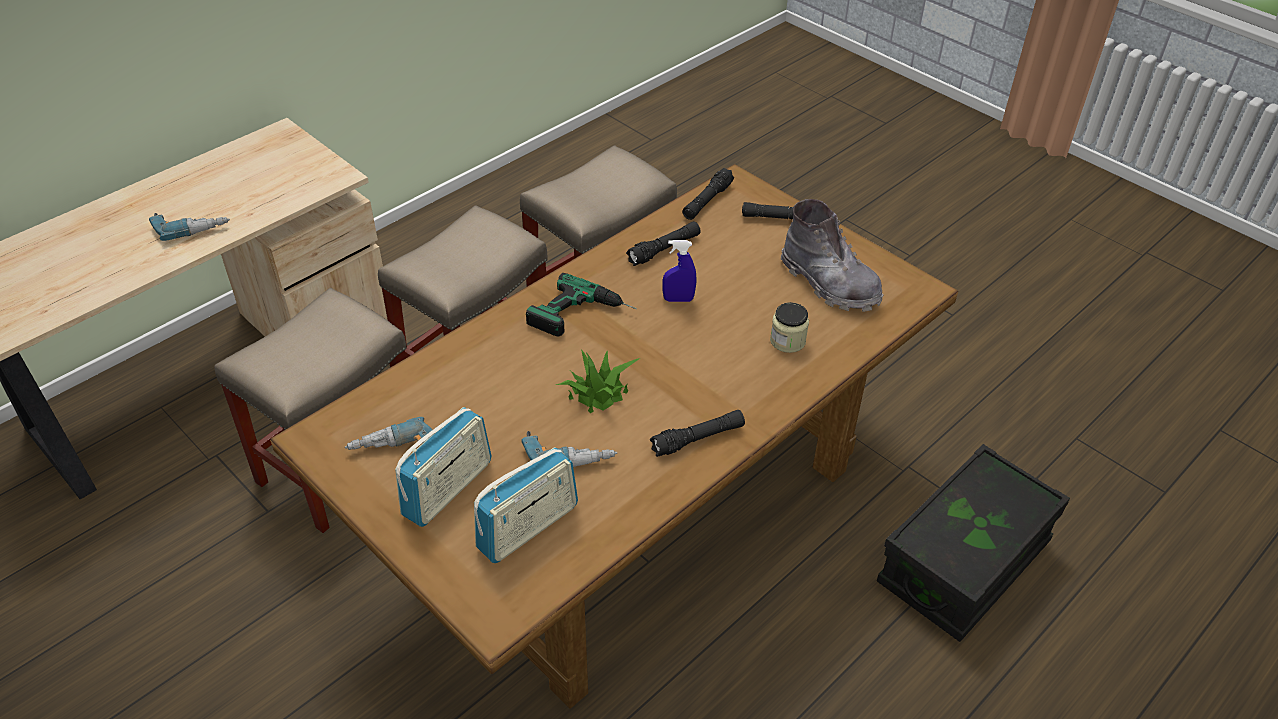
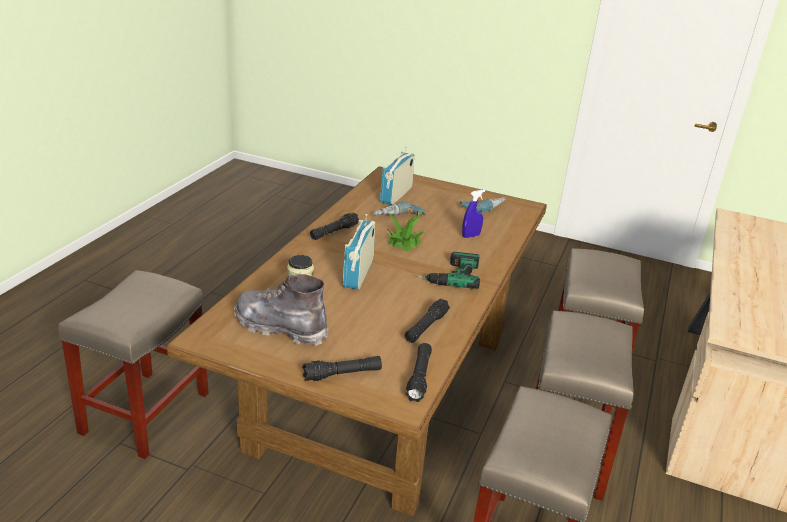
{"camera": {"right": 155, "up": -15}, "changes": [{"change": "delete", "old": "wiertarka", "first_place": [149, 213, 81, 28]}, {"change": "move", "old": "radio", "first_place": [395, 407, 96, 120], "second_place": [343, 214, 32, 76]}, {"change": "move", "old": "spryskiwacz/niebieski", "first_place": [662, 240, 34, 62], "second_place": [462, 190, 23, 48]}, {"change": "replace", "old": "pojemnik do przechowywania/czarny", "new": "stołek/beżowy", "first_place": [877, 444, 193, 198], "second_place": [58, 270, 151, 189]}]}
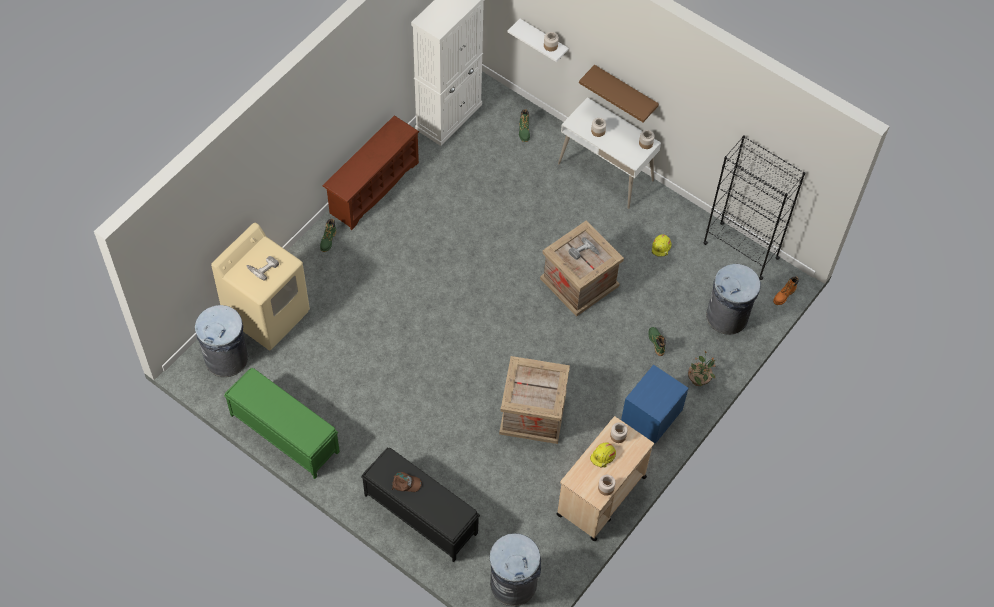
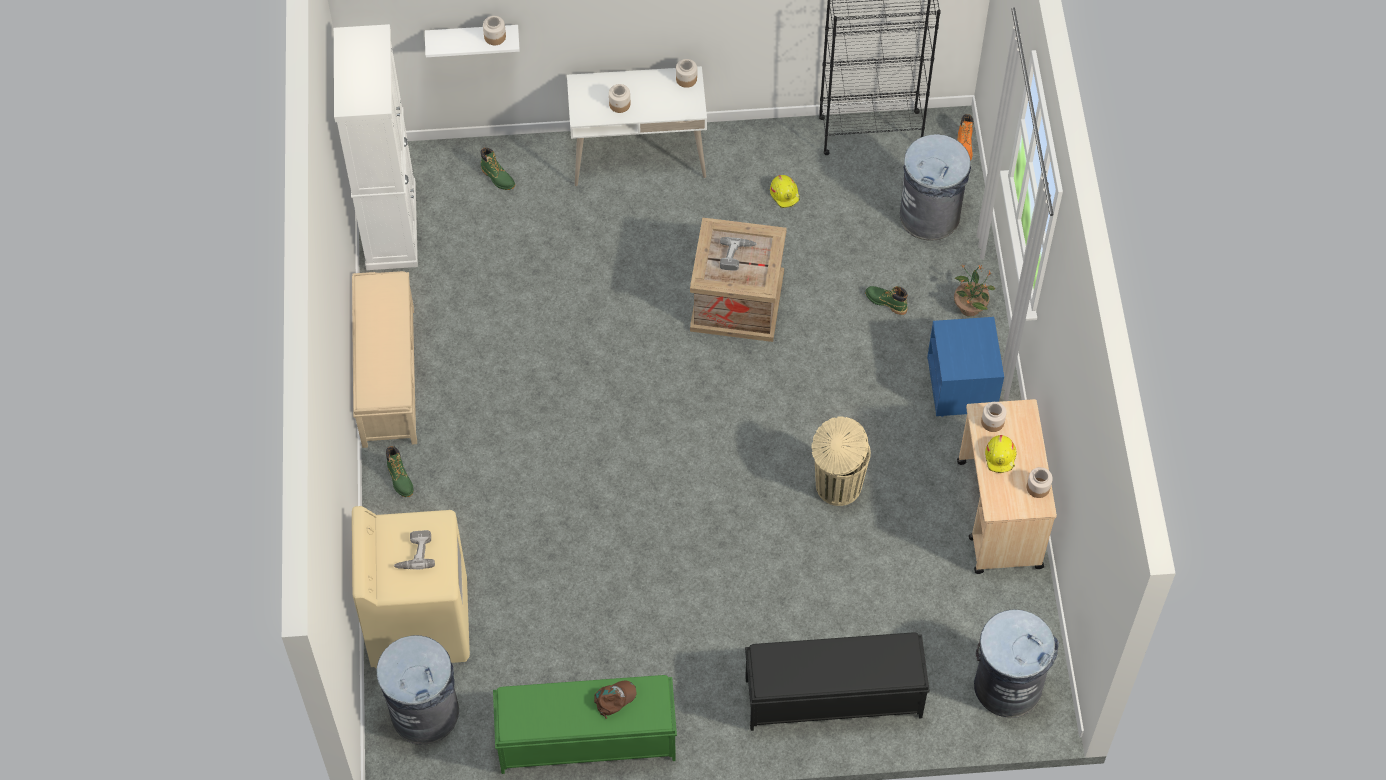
{"camera": {"right": -40, "up": 0}, "changes": [{"change": "delete", "old": "półka/brązowy", "first_place": [579, 65, 80, 57]}, {"change": "move", "old": "czapka z daszkiem/brązowy", "first_place": [392, 472, 30, 20], "second_place": [594, 680, 43, 39]}, {"change": "replace", "old": "regał na buty/brązowy", "new": "ławka/beżowy", "first_place": [323, 115, 96, 115], "second_place": [352, 271, 65, 177]}, {"change": "replace", "old": "skrzynka", "new": "kosz na śmieci/beżowy", "first_place": [499, 356, 71, 88], "second_place": [811, 417, 60, 89]}]}
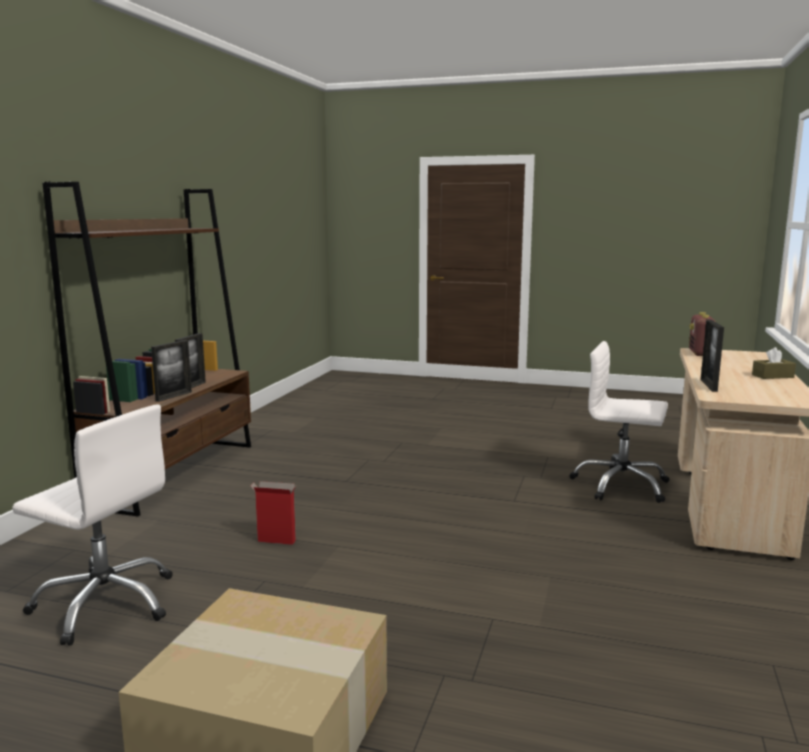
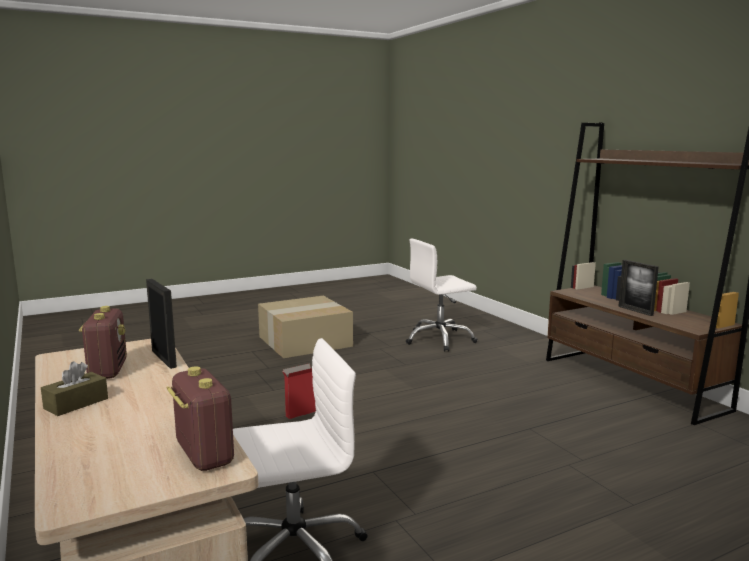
{"camera": {"right": 135, "up": 0}, "changes": [{"change": "delete", "old": "ramka na zdjęcie", "first_place": [151, 340, 41, 62]}, {"change": "insert", "new": "radio", "second_place": [79, 306, 48, 73]}, {"change": "move", "old": "karton", "first_place": [250, 481, 46, 64], "second_place": [282, 363, 34, 56]}]}
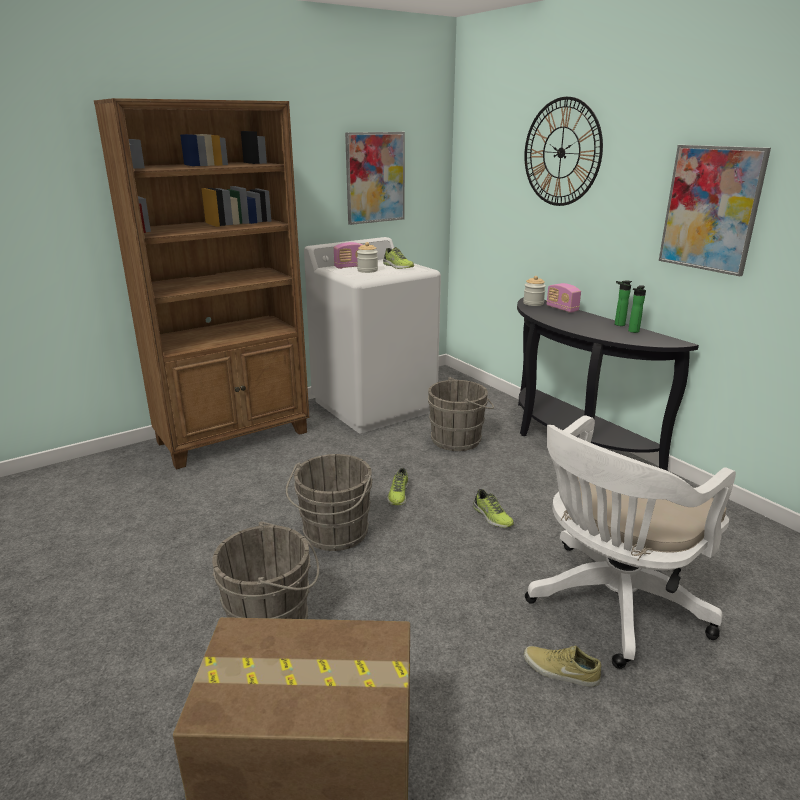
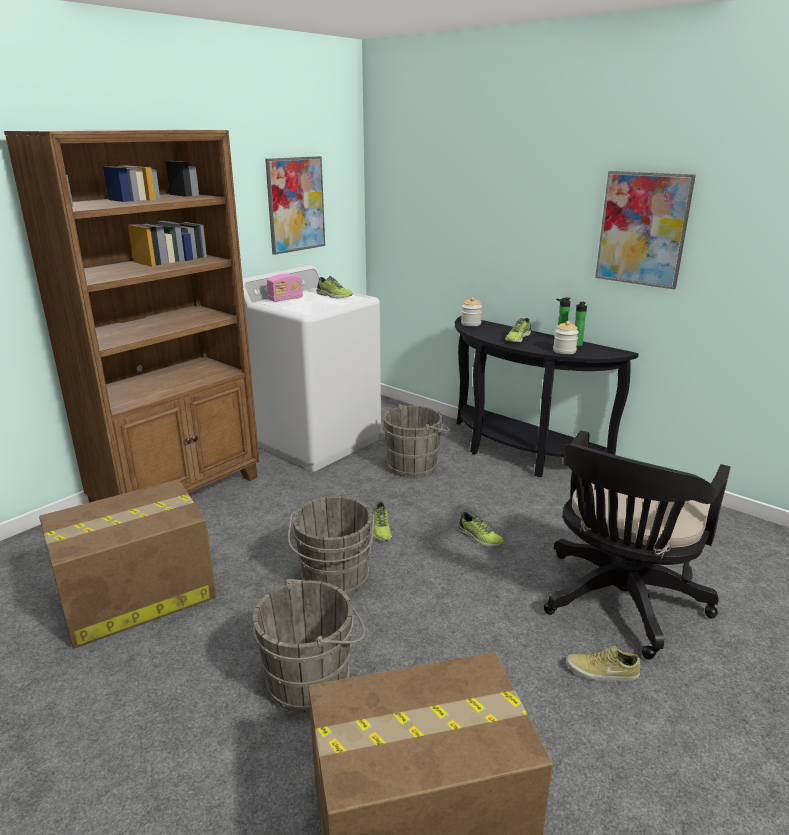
{"camera": {"right": -15, "up": 0}, "changes": [{"change": "delete", "old": "zegar ścienny", "first_place": [524, 97, 79, 109]}, {"change": "delete", "old": "radio", "first_place": [547, 283, 34, 30]}, {"change": "insert", "new": "karton", "second_place": [39, 480, 177, 169]}, {"change": "insert", "new": "but", "second_place": [505, 318, 26, 24]}, {"change": "move", "old": "słoik", "first_place": [357, 242, 21, 31], "second_place": [553, 321, 26, 34]}, {"change": "recolor", "old": "krzesło biurowe/biały", "new": "krzesło biurowe/czarny", "first_place": [525, 415, 211, 254], "second_place": [544, 430, 186, 229]}]}
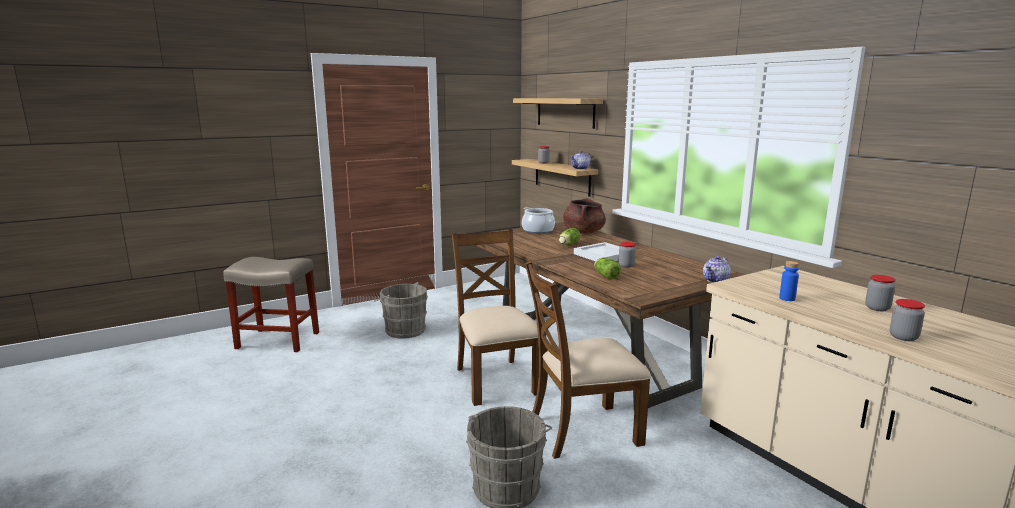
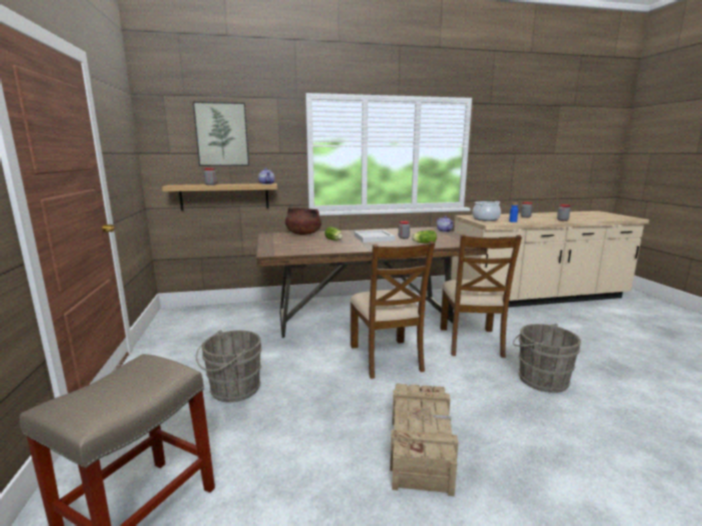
{"camera": {"right": -70, "up": 0}, "changes": [{"change": "insert", "new": "skrzynka", "second_place": [390, 383, 68, 113]}, {"change": "move", "old": "garnek", "first_place": [522, 207, 33, 27], "second_place": [472, 201, 29, 20]}, {"change": "replace", "old": "półka", "new": "obraz", "first_place": [513, 98, 90, 31], "second_place": [193, 102, 56, 64]}, {"change": "rotate", "old": "krzesło/brązowy", "first_place": [452, 229, 87, 177], "second_place": [350, 241, 85, 138], "degrees": -105}]}
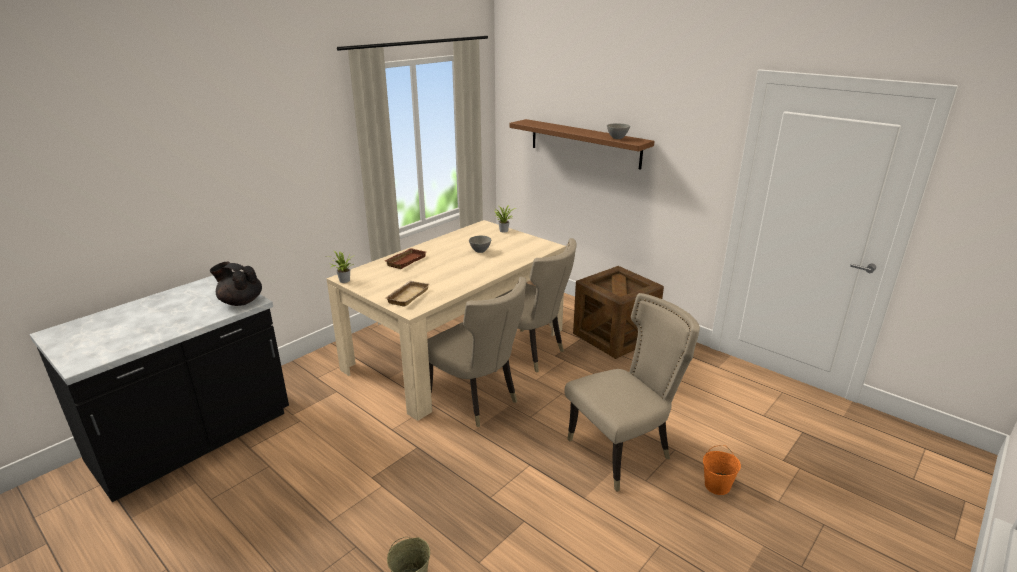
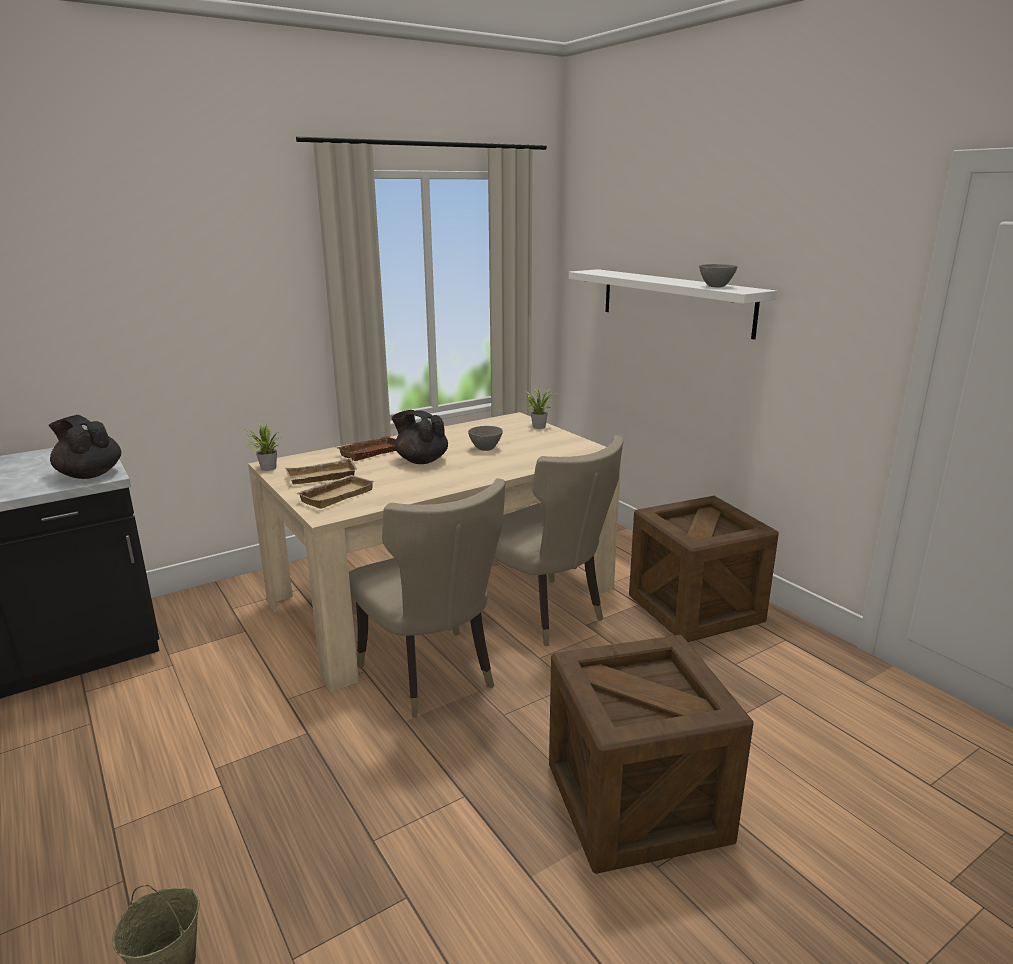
{"camera": {"right": 15, "up": -5}, "changes": [{"change": "delete", "old": "wiadro/pomarańczowy", "first_place": [703, 445, 38, 50]}, {"change": "insert", "new": "taca/beżowy", "second_place": [285, 458, 73, 26]}, {"change": "insert", "new": "imbryk/czarny", "second_place": [391, 410, 57, 54]}, {"change": "replace", "old": "krzesło/beżowy", "new": "skrzynka", "first_place": [564, 293, 136, 199], "second_place": [549, 635, 205, 239]}, {"change": "recolor", "old": "półka/brązowy", "new": "półka/biały", "first_place": [509, 119, 146, 51], "second_place": [569, 269, 208, 71]}]}
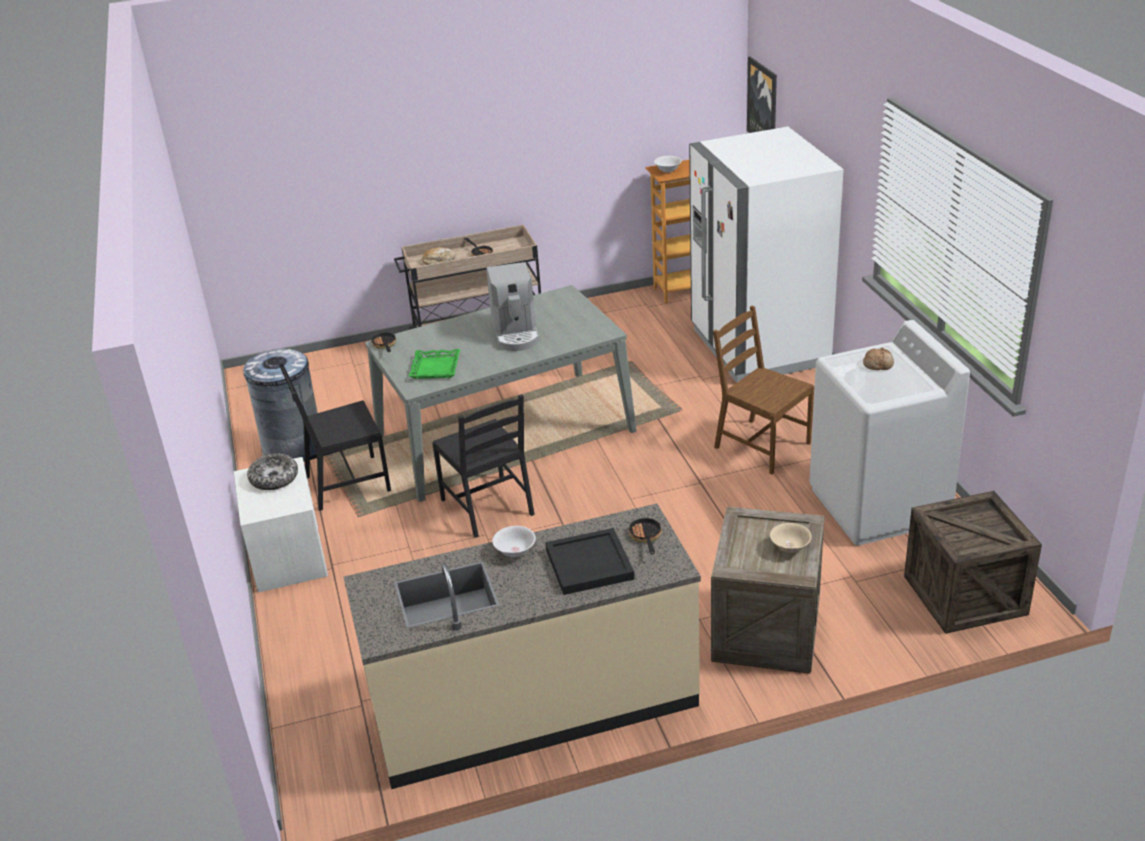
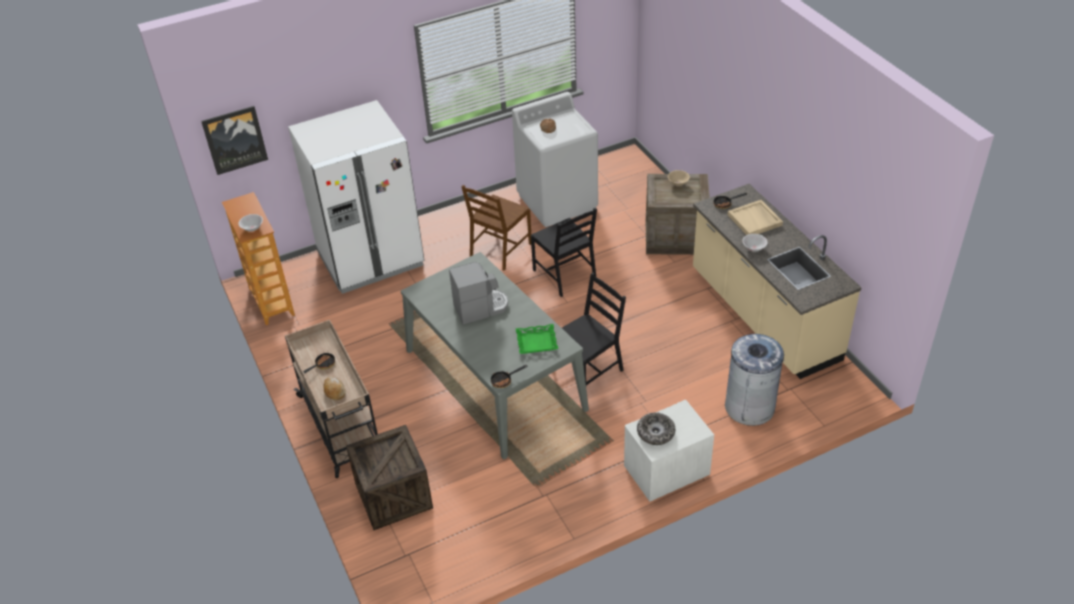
{"camera": {"right": -100, "up": 10}, "changes": [{"change": "move", "old": "kosz na śmieci/szary", "first_place": [243, 349, 75, 113], "second_place": [725, 334, 60, 92]}, {"change": "move", "old": "krzesło/czarny", "first_place": [278, 362, 113, 149], "second_place": [531, 208, 66, 89]}, {"change": "move", "old": "skrzynka", "first_place": [904, 491, 138, 143], "second_place": [346, 425, 87, 105]}, {"change": "recolor", "old": "taca/czarny", "new": "taca/beżowy", "first_place": [545, 528, 90, 67], "second_place": [727, 200, 56, 35]}]}
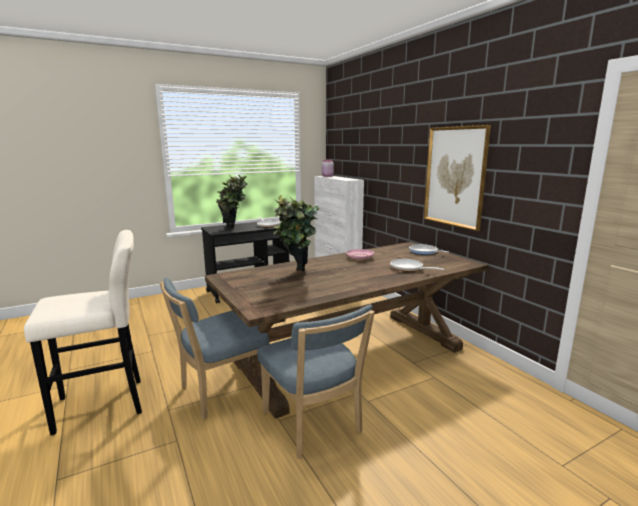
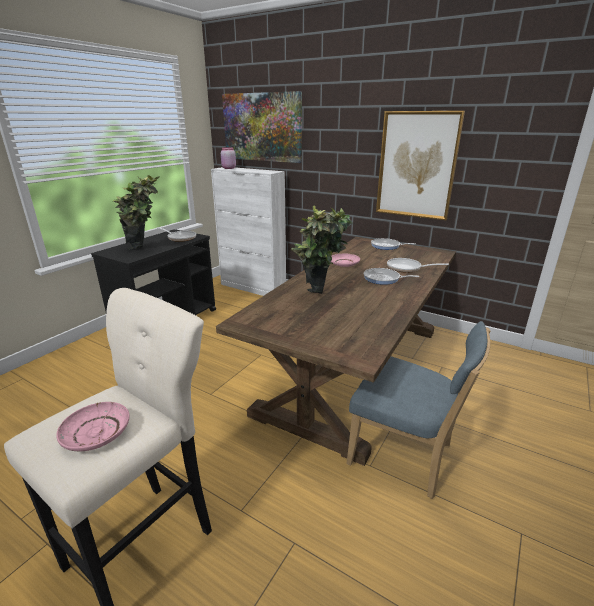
{"camera": {"right": -30, "up": 10}, "changes": [{"change": "delete", "old": "krzesło/niebieski", "first_place": [160, 277, 110, 142]}, {"change": "insert", "new": "talerz/różowy", "second_place": [56, 402, 73, 49]}, {"change": "insert", "new": "obraz", "second_place": [222, 91, 80, 72]}, {"change": "insert", "new": "patelnia", "second_place": [364, 268, 56, 17]}]}
